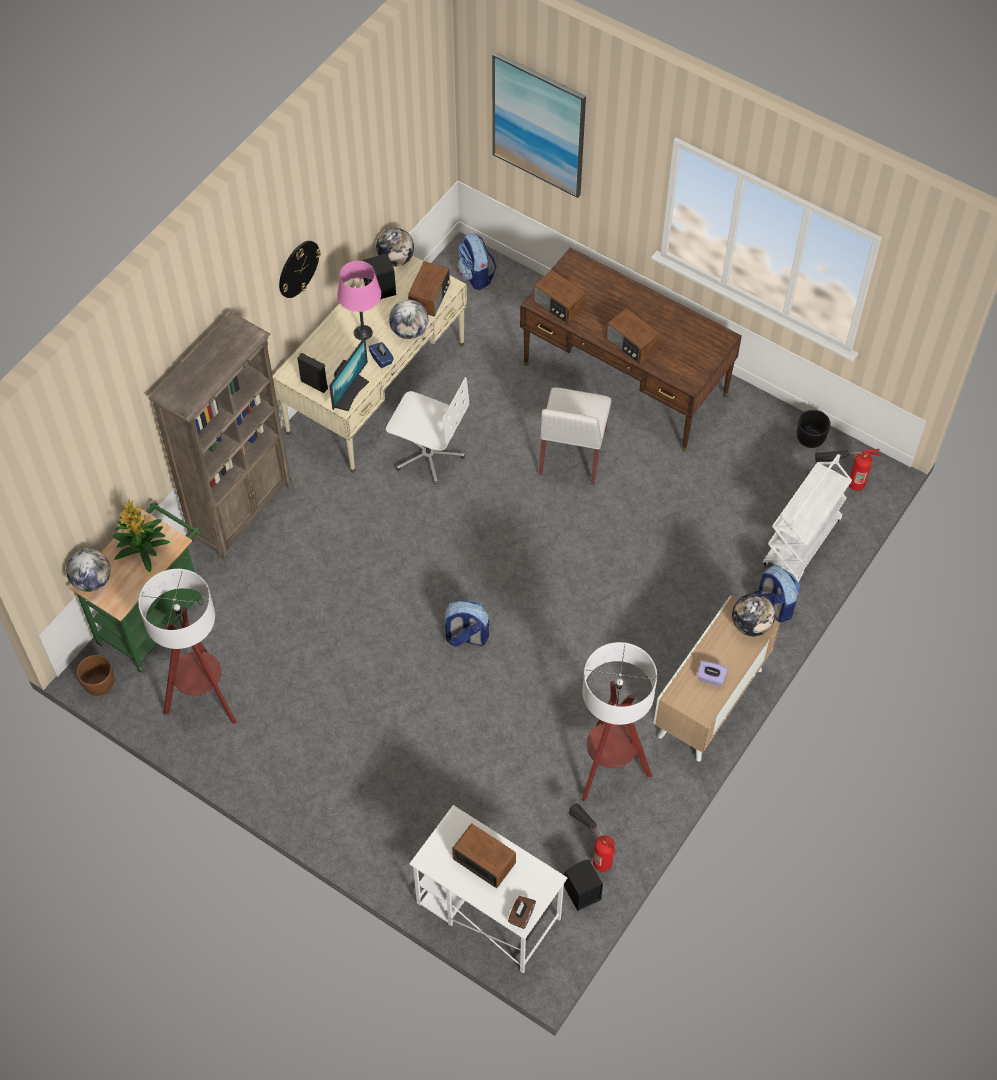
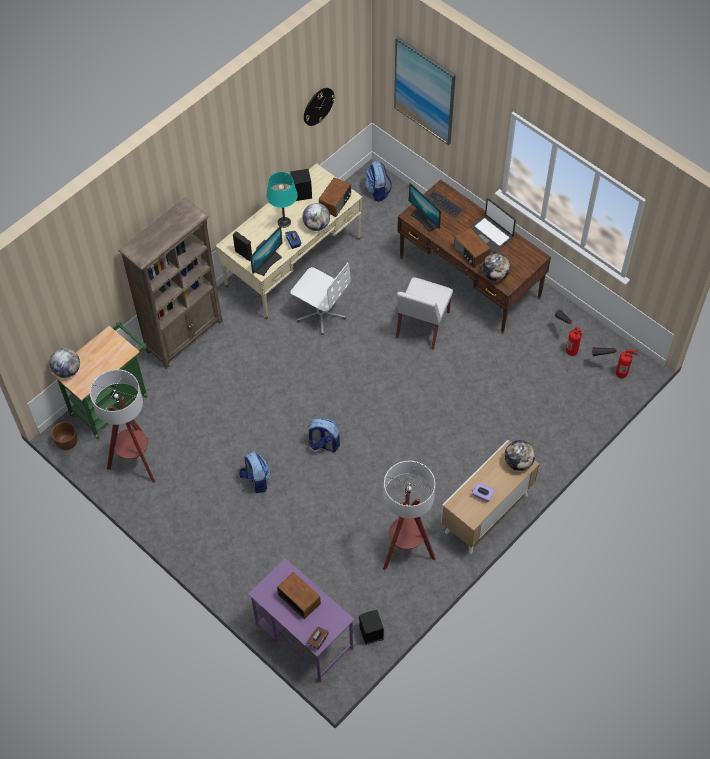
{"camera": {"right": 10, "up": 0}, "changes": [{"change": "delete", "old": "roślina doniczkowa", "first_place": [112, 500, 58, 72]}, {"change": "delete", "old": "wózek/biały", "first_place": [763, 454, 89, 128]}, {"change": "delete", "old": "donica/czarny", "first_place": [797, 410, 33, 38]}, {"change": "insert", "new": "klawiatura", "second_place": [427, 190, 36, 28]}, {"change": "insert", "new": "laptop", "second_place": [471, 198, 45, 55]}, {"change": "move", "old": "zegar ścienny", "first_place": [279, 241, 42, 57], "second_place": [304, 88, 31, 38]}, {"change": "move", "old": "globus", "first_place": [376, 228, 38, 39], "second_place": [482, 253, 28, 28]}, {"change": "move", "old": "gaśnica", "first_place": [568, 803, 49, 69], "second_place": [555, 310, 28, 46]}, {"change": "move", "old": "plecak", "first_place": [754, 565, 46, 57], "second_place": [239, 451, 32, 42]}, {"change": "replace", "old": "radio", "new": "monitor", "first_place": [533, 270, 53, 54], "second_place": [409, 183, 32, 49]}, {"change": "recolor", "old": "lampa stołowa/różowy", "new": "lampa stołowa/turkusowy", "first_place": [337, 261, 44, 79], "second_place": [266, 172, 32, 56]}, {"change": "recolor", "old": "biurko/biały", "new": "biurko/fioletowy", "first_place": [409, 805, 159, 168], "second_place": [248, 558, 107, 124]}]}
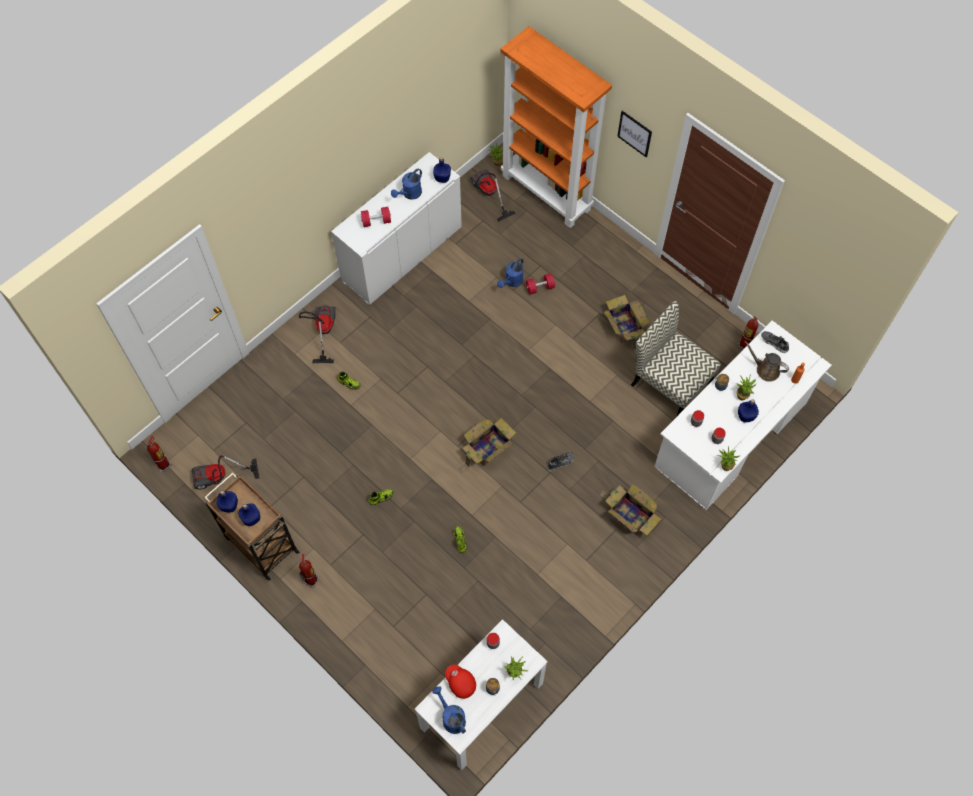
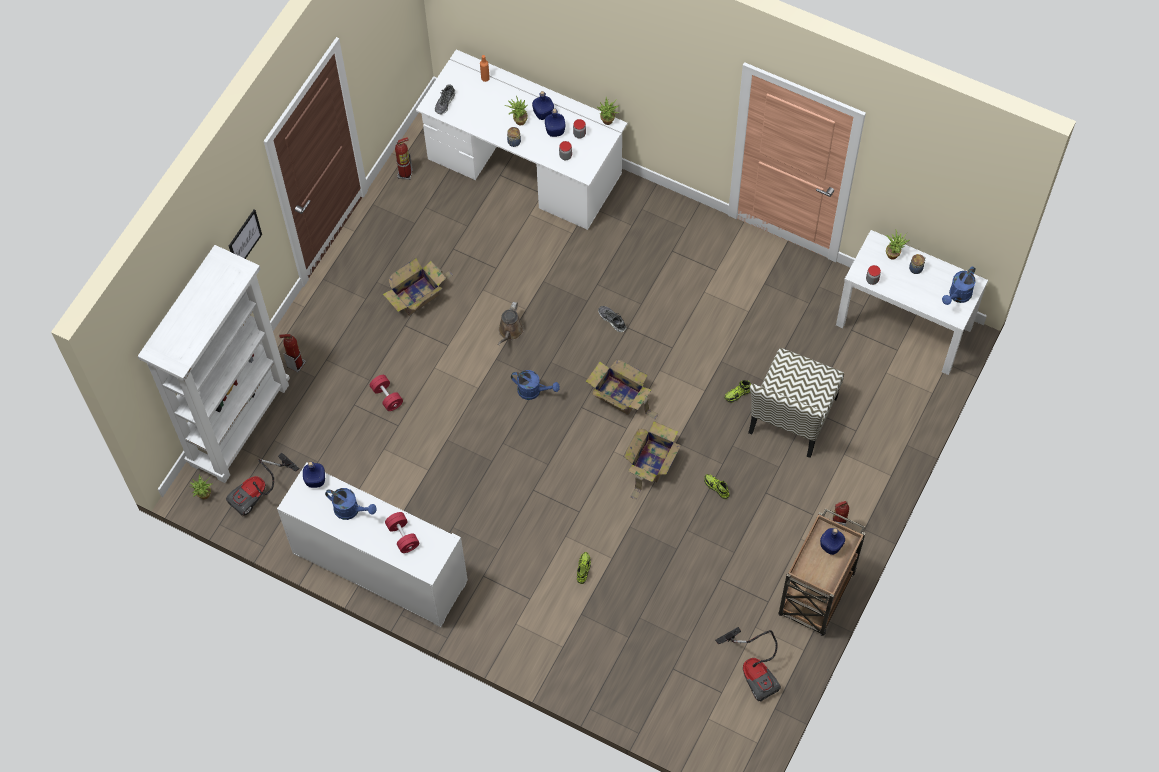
{"camera": {"right": -105, "up": 0}, "changes": [{"change": "delete", "old": "odkurzacz", "first_place": [299, 305, 37, 58]}, {"change": "delete", "old": "czapka z daszkiem/czerwony", "first_place": [445, 665, 31, 34]}, {"change": "move", "old": "gaśnica", "first_place": [147, 436, 25, 36], "second_place": [279, 334, 27, 39]}, {"change": "move", "old": "butelka/niebieski", "first_place": [216, 491, 22, 22], "second_place": [545, 109, 20, 28]}, {"change": "move", "old": "konewka/niebieski", "first_place": [497, 258, 26, 30], "second_place": [511, 370, 49, 30]}, {"change": "move", "old": "karton", "first_place": [599, 483, 63, 52], "second_place": [624, 421, 57, 79]}, {"change": "move", "old": "krzesło", "first_place": [631, 301, 90, 115], "second_place": [748, 348, 96, 110]}, {"change": "move", "old": "konewka/brązowy", "first_place": [744, 341, 45, 41], "second_place": [498, 302, 26, 43]}, {"change": "recolor", "old": "regał/pomarańczowy", "new": "regał/biały", "first_place": [501, 26, 111, 202], "second_place": [138, 245, 152, 238]}]}
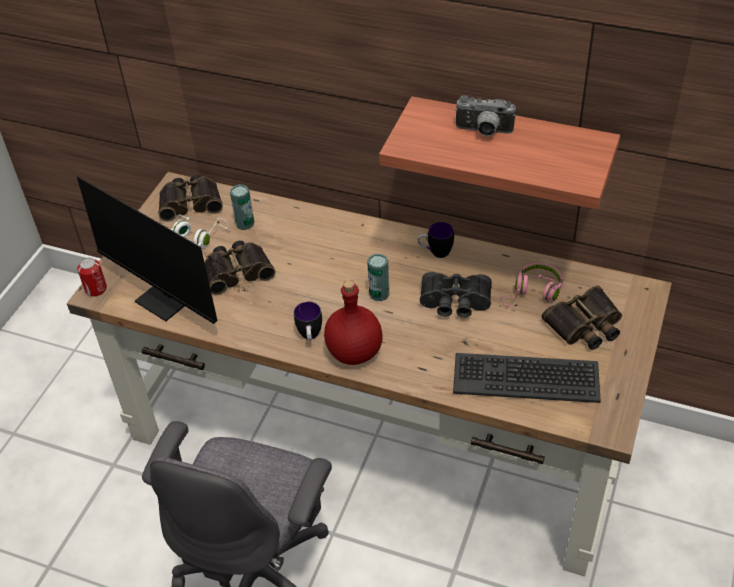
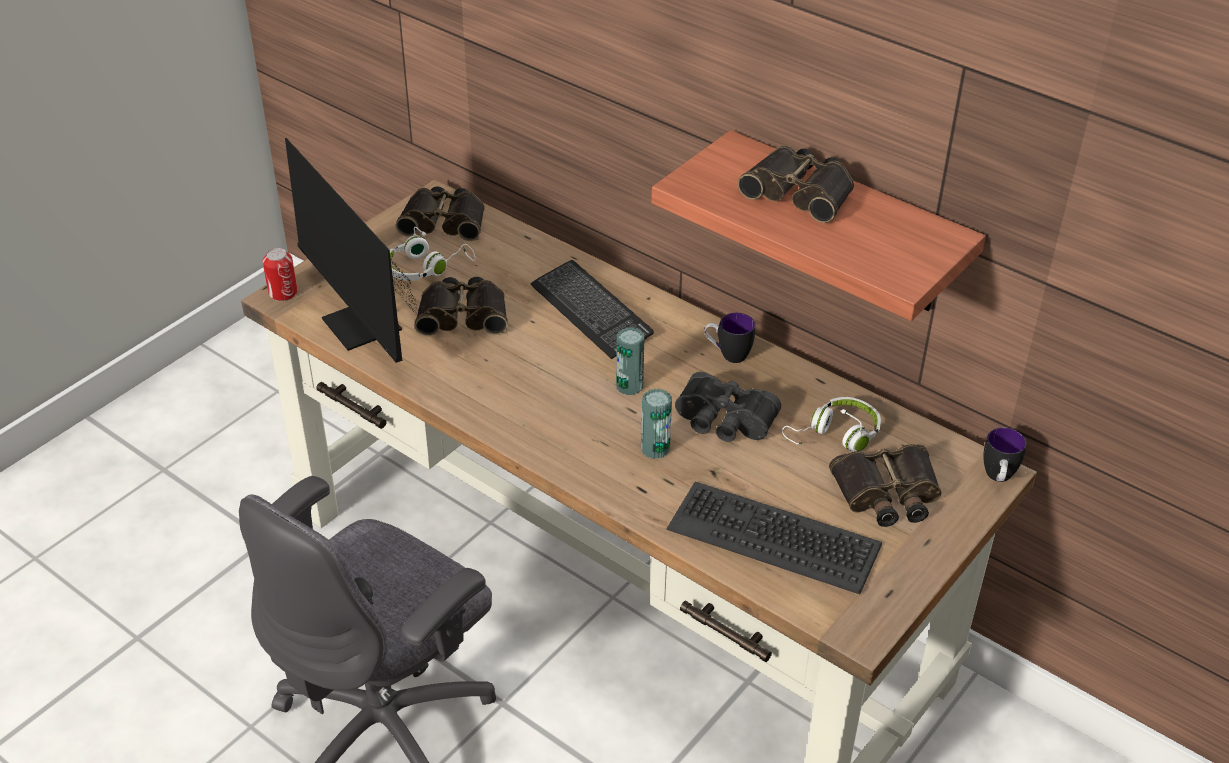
{"camera": {"right": 15, "up": -5}, "changes": [{"change": "delete", "old": "butelka/czerwony", "first_place": [324, 280, 59, 85]}, {"change": "insert", "new": "klawiatura", "second_place": [530, 260, 124, 99]}, {"change": "move", "old": "puszka", "first_place": [230, 185, 24, 45], "second_place": [641, 389, 31, 70]}, {"change": "move", "old": "kubek", "first_place": [294, 302, 28, 38], "second_place": [983, 427, 44, 55]}, {"change": "replace", "old": "aparat fotograficzny", "new": "lornetka", "first_place": [455, 95, 61, 41], "second_place": [738, 145, 116, 78]}, {"change": "recolor", "old": "słuchawki/różowy", "new": "słuchawki/biały", "first_place": [500, 263, 63, 44], "second_place": [782, 397, 99, 54]}]}
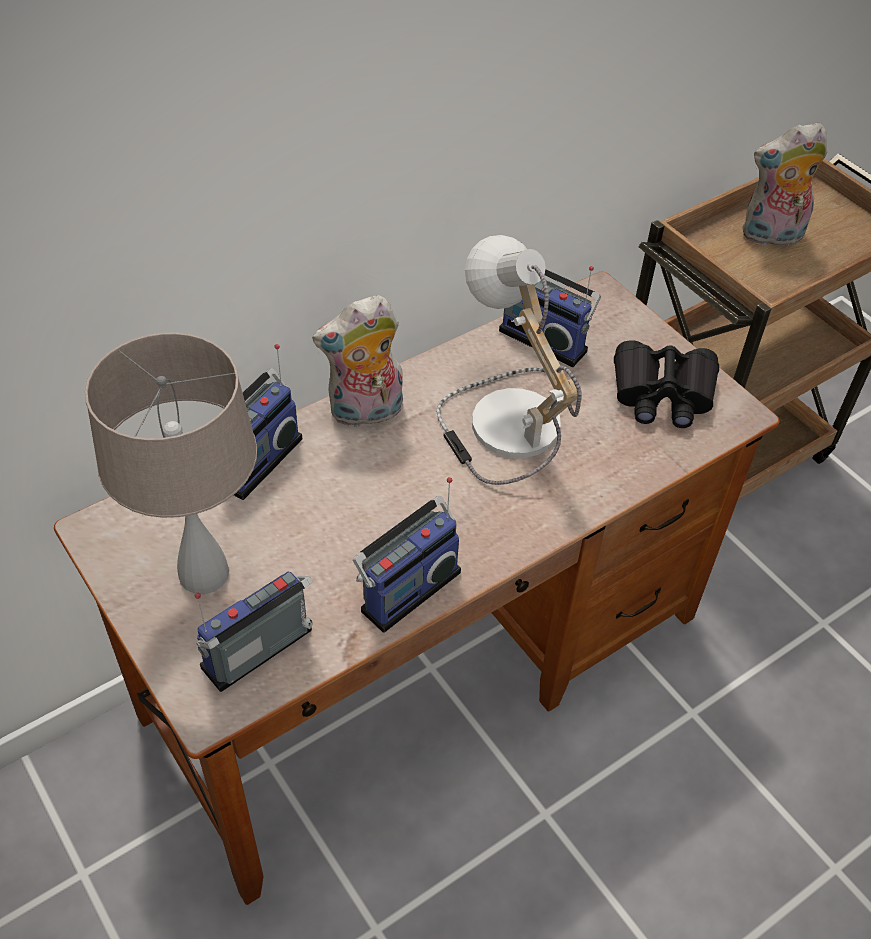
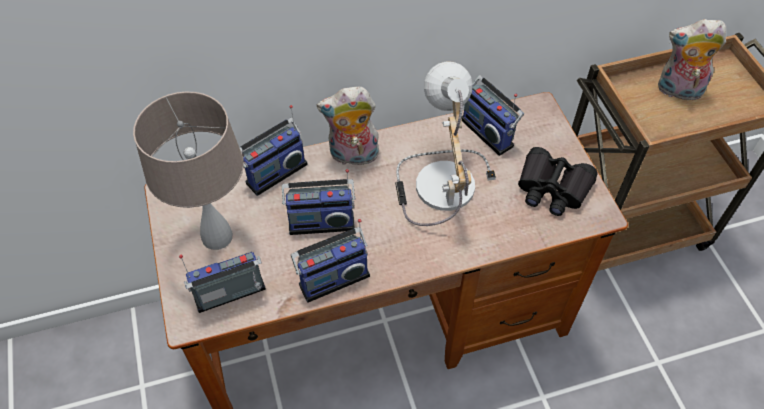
{"camera": {"right": 20, "up": 5}, "changes": [{"change": "insert", "new": "radio", "second_place": [282, 169, 73, 66]}]}
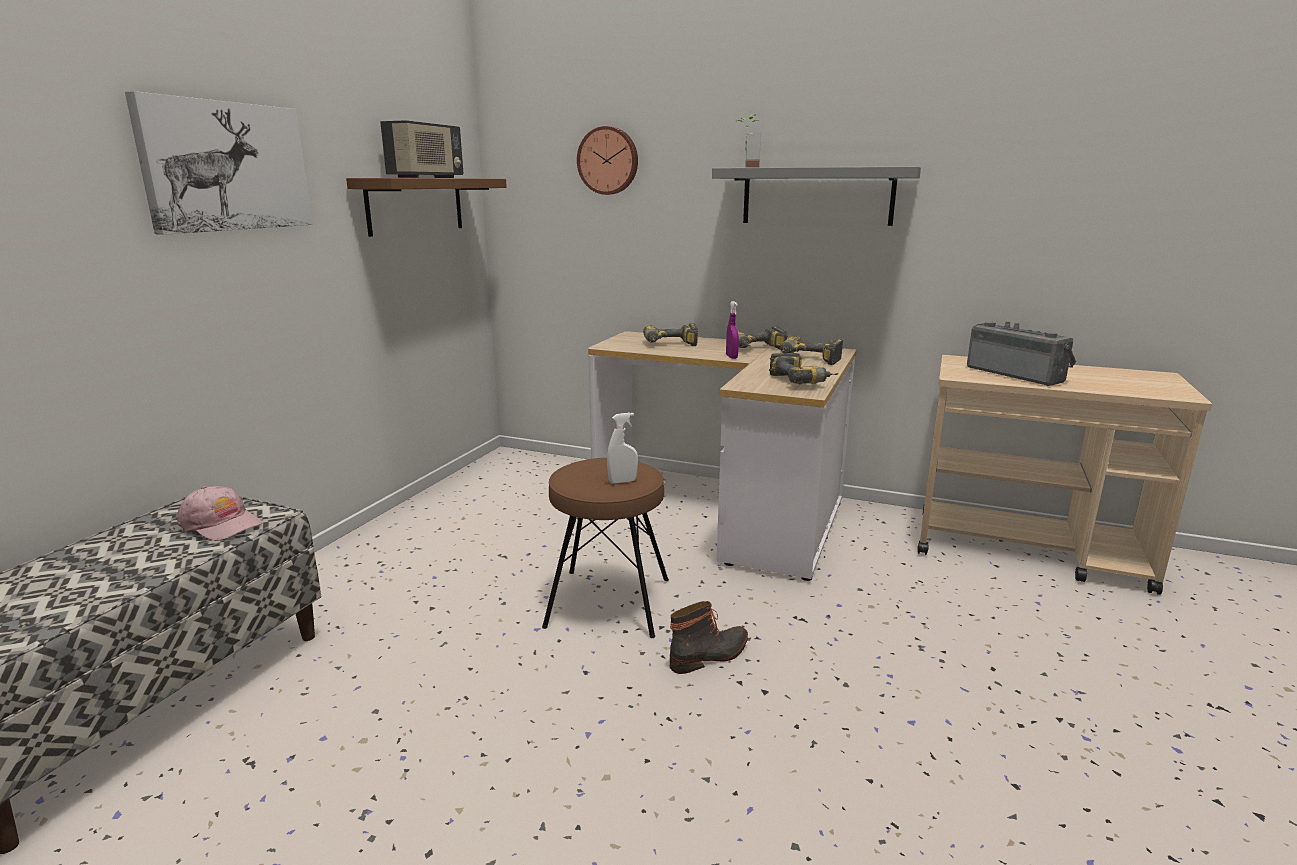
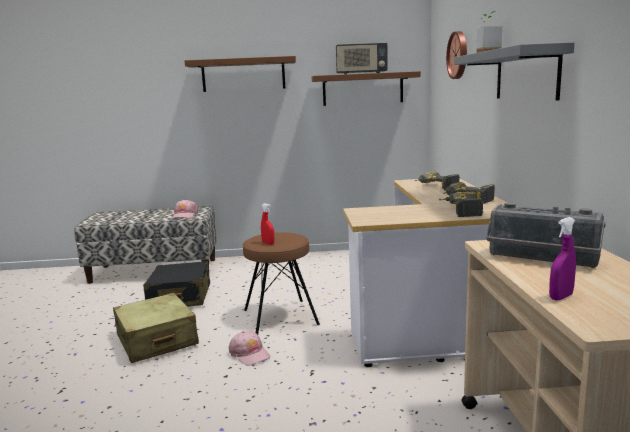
{"camera": {"right": 65, "up": -5}, "changes": [{"change": "delete", "old": "wiertarka", "first_place": [769, 353, 69, 31]}, {"change": "insert", "new": "walizka/beżowy", "second_place": [113, 293, 86, 70]}, {"change": "insert", "new": "walizka/czarny", "second_place": [143, 261, 67, 46]}, {"change": "move", "old": "spryskiwacz/fioletowy", "first_place": [726, 301, 13, 58], "second_place": [549, 217, 27, 84]}, {"change": "replace", "old": "obraz", "new": "półka/brązowy", "first_place": [125, 91, 188, 144], "second_place": [184, 56, 112, 36]}, {"change": "replace", "old": "but z cholewką", "new": "czapka z daszkiem/różowy", "first_place": [670, 601, 78, 73], "second_place": [229, 331, 41, 35]}, {"change": "recolor", "old": "spryskiwacz/biały", "new": "spryskiwacz/czerwony", "first_place": [607, 412, 31, 72], "second_place": [261, 203, 14, 42]}, {"change": "rotate", "old": "radio", "first_place": [967, 321, 109, 65], "second_place": [486, 202, 120, 66], "degrees": 90}]}
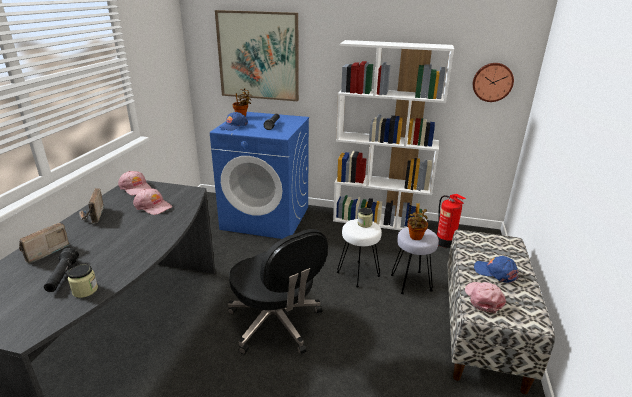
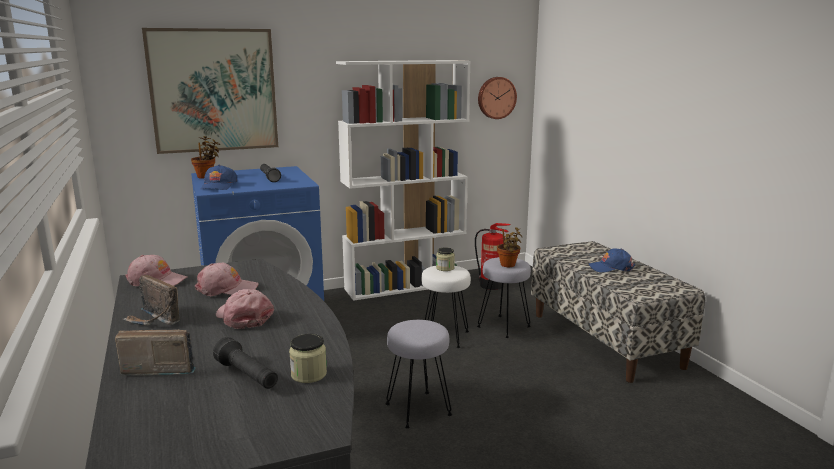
{"camera": {"right": -35, "up": -10}, "changes": [{"change": "move", "old": "czapka z daszkiem/różowy", "first_place": [465, 282, 41, 31], "second_place": [216, 289, 58, 40]}, {"change": "replace", "old": "krzesło biurowe/czarny", "new": "stołek/szary", "first_place": [228, 229, 100, 125], "second_place": [385, 320, 67, 109]}, {"change": "rotate", "old": "radio", "first_place": [19, 223, 52, 40], "second_place": [115, 330, 81, 46], "degrees": 90}]}
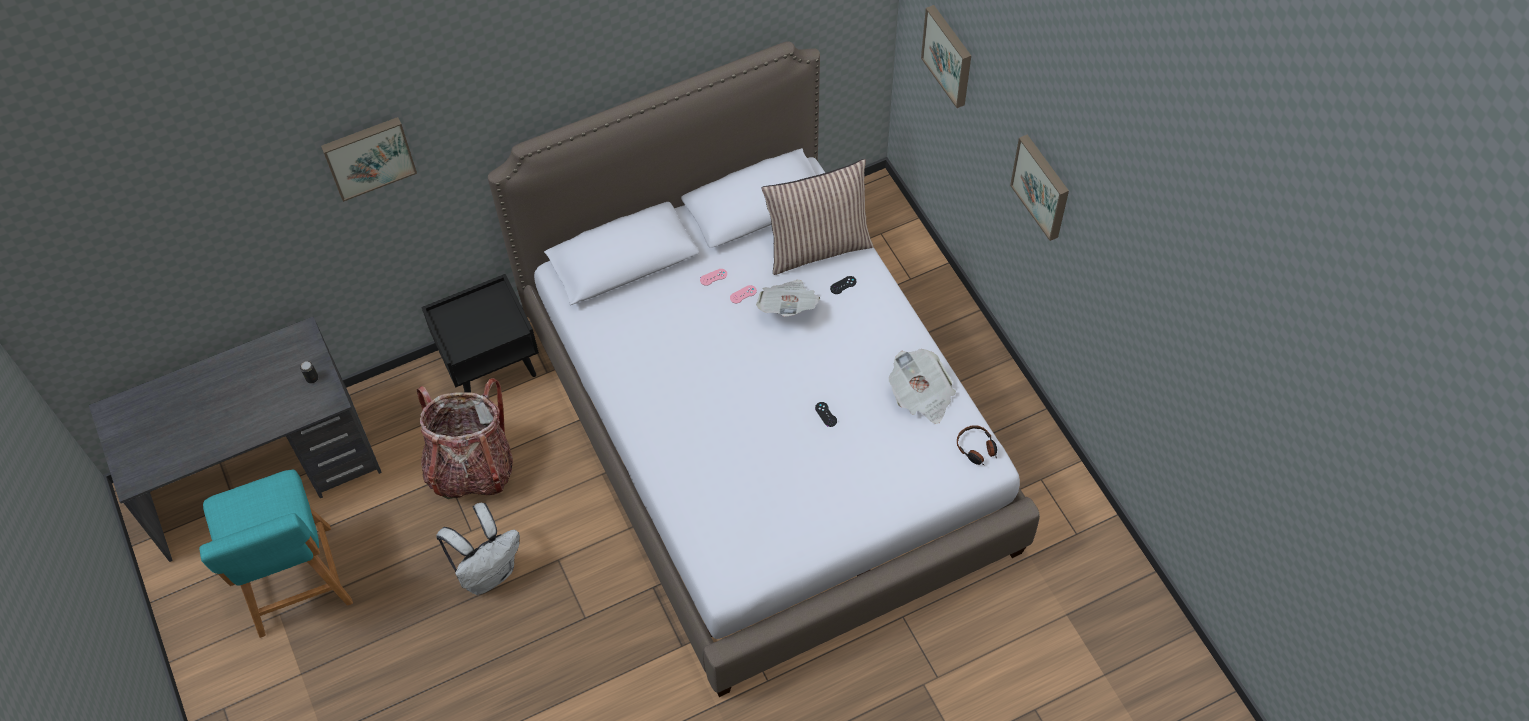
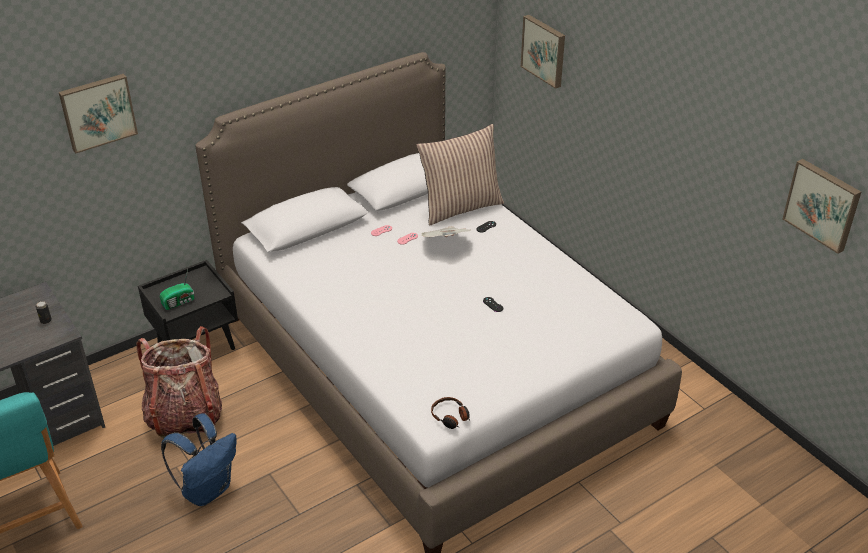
{"camera": {"right": -10, "up": -20}, "changes": [{"change": "delete", "old": "gazeta", "first_place": [889, 349, 67, 75]}, {"change": "insert", "new": "radio", "second_place": [160, 270, 34, 40]}, {"change": "move", "old": "słuchawki", "first_place": [957, 425, 40, 40], "second_place": [431, 397, 39, 32]}, {"change": "move", "old": "obraz", "first_place": [1010, 135, 59, 106], "second_place": [782, 159, 79, 95]}, {"change": "recolor", "old": "plecak/biały", "new": "plecak/niebieski", "first_place": [436, 503, 84, 92], "second_place": [161, 413, 76, 93]}]}
